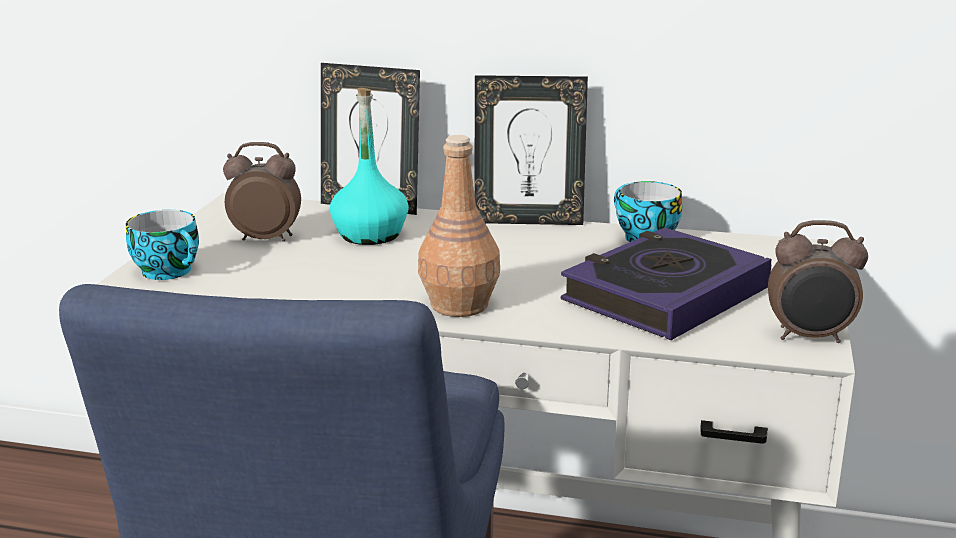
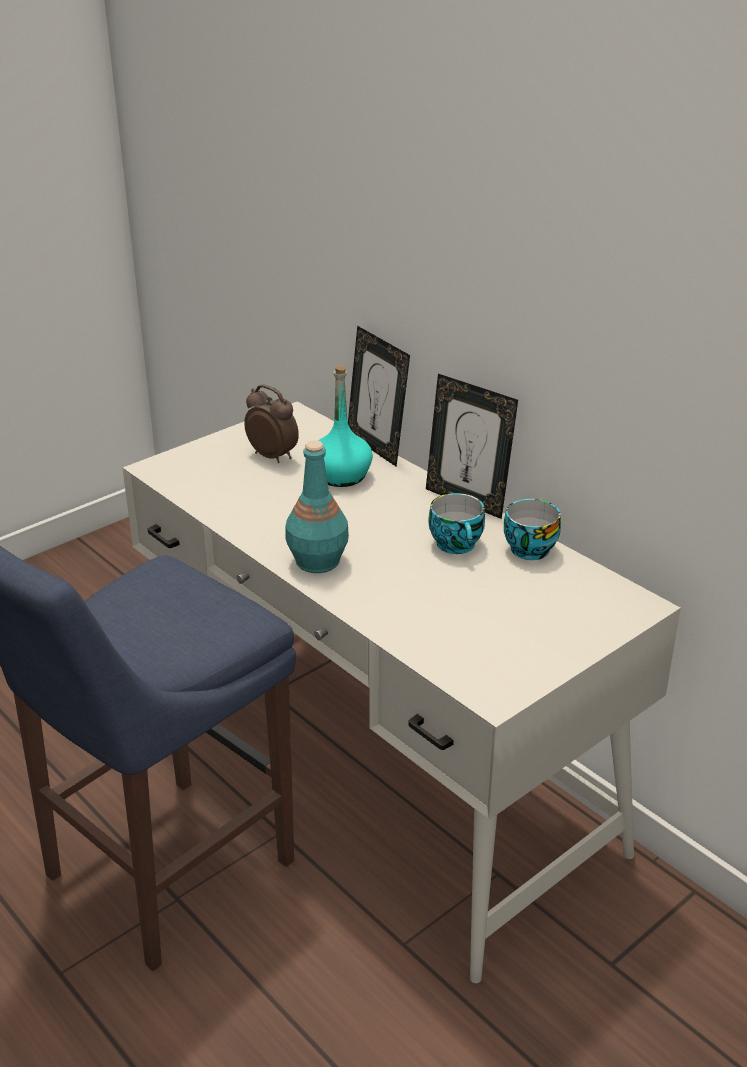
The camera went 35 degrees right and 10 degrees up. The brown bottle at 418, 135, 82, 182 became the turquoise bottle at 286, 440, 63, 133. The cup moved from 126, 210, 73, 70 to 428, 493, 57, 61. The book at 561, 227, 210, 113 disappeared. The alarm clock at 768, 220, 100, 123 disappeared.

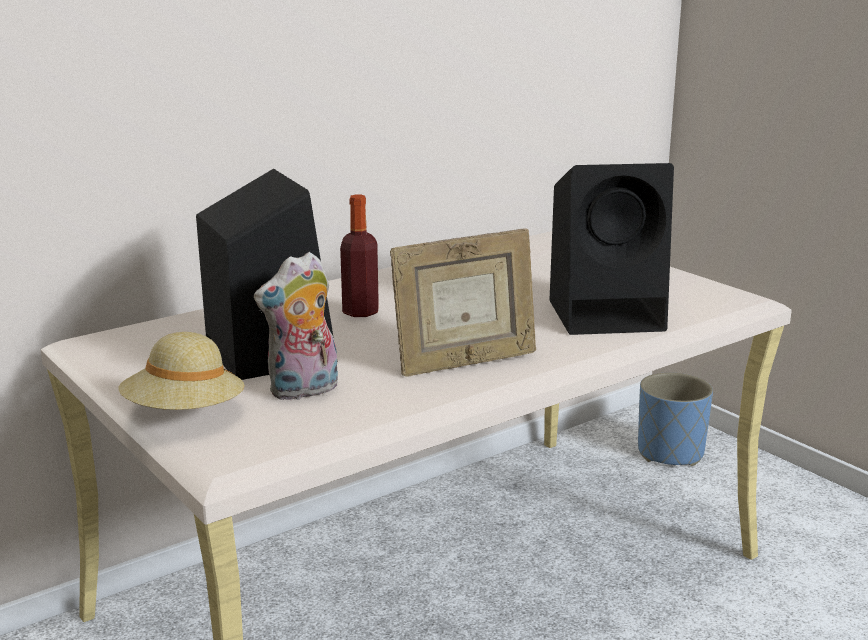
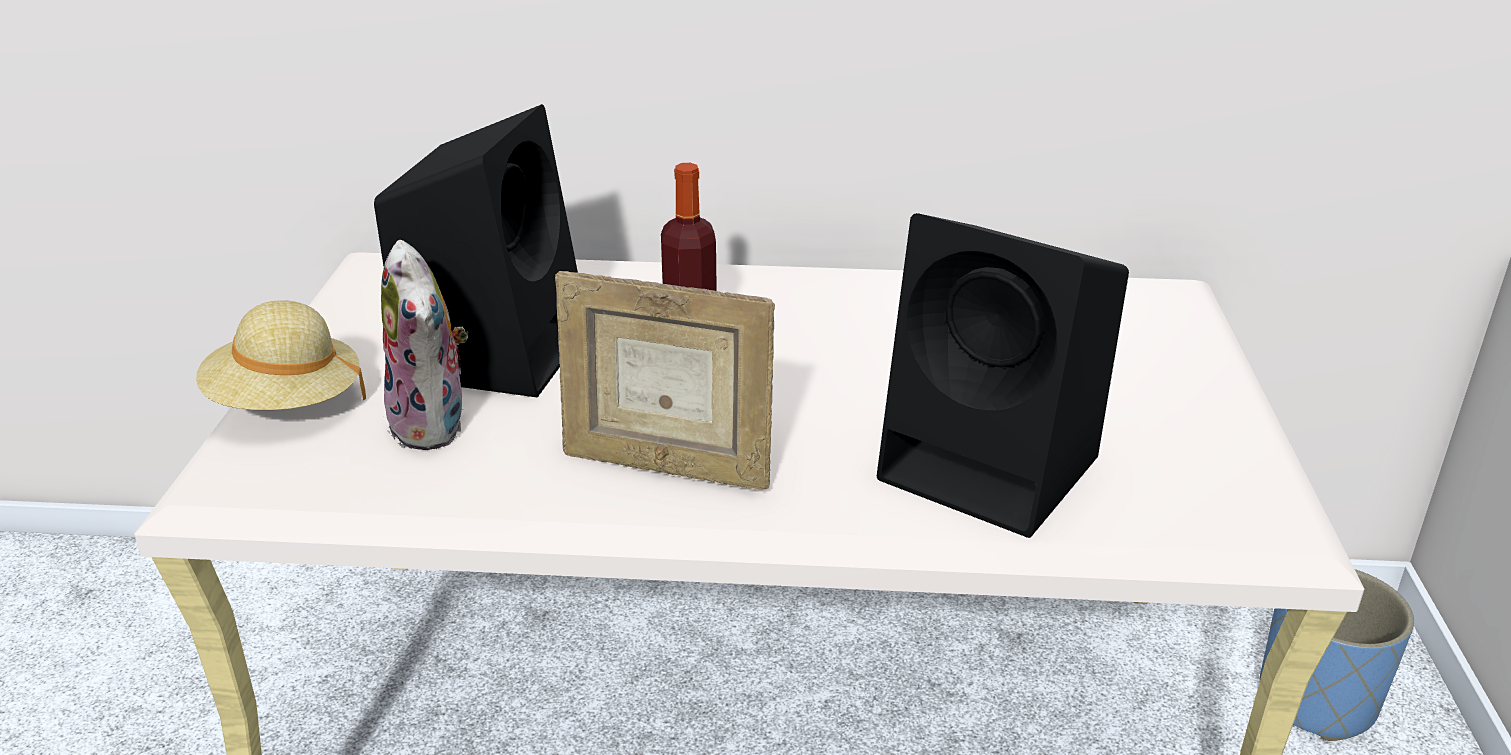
The camera went 40 degrees right and 10 degrees up. The plush toy at 254, 252, 84, 149 turned 120 degrees counterclockwise.

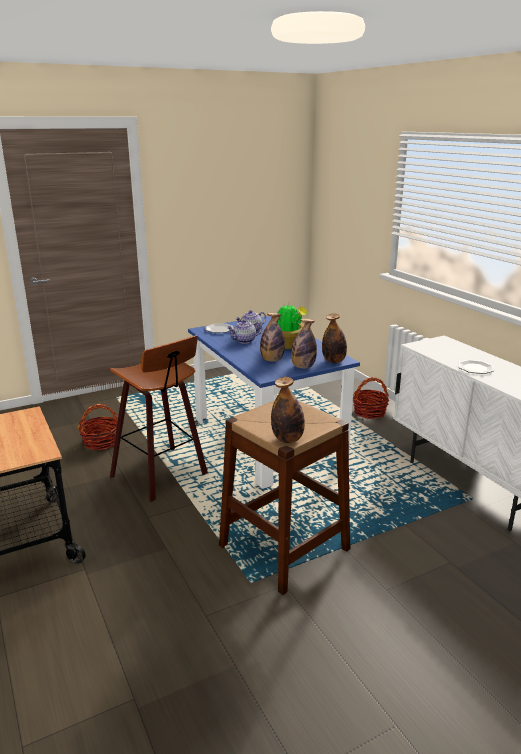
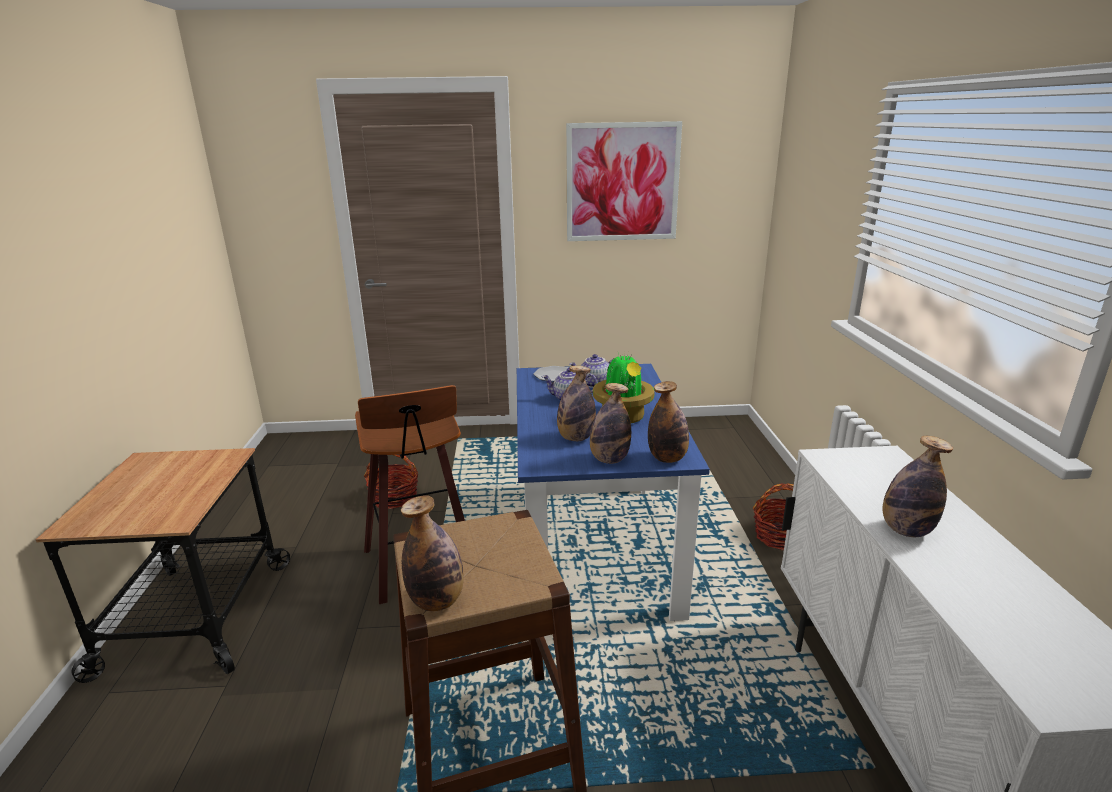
The camera went 25 degrees right and 0 degrees up. The picture at 566, 121, 116, 120 appeared. The plate at 458, 360, 36, 14 was replaced by the bottle at 882, 436, 71, 101.

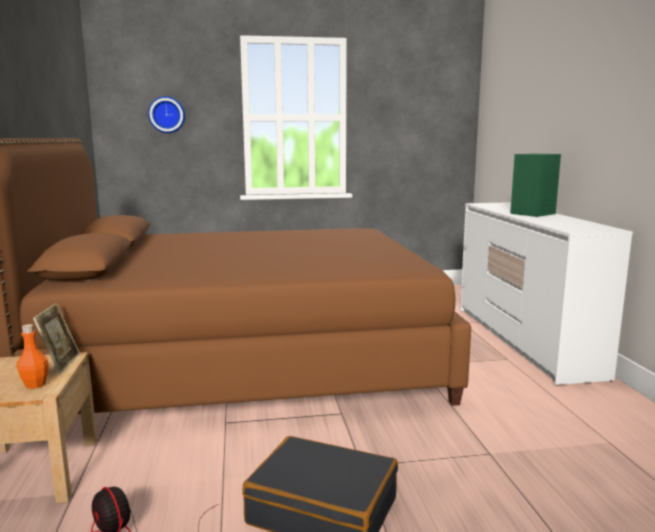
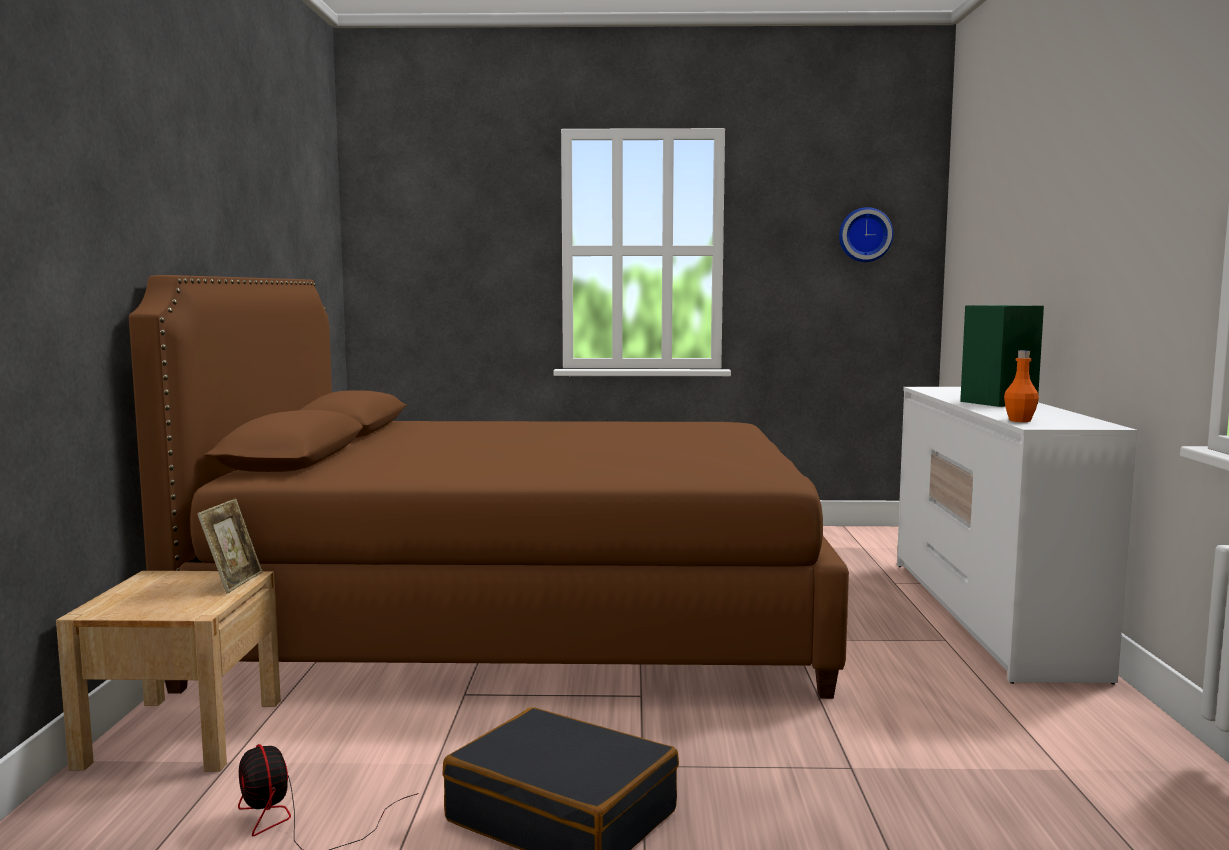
The camera went 10 degrees right and 5 degrees down. The wall clock moved from 148, 96, 37, 37 to 839, 207, 54, 55. The orange bottle moved from 17, 324, 32, 65 to 1004, 351, 35, 71.

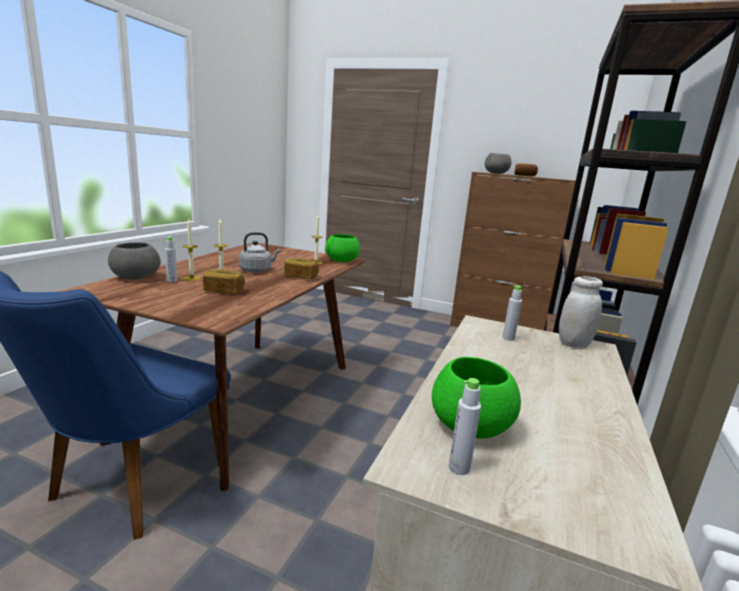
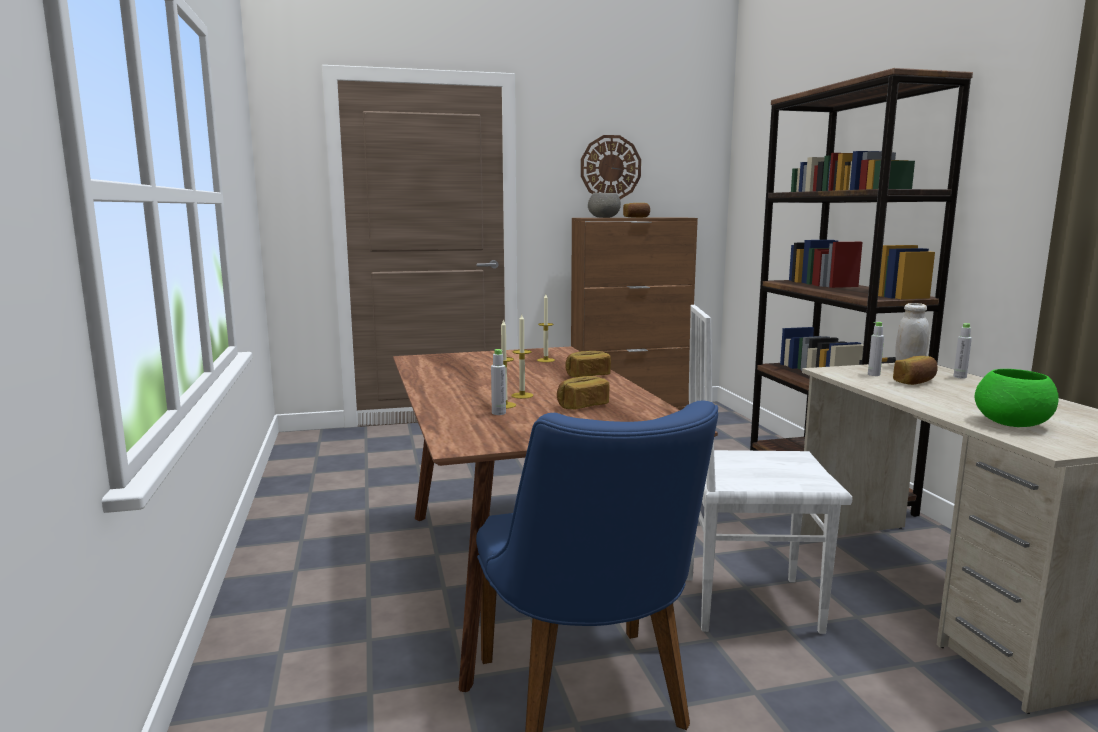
The camera went 35 degrees left and 5 degrees down. The wall clock at 581, 135, 60, 64 appeared. The white chair at 686, 305, 167, 329 appeared. The bread at 893, 356, 45, 29 appeared. The grey bottle moved from 449, 378, 32, 97 to 953, 323, 19, 56. The grey bowl at 108, 242, 53, 38 disappeared. The grey kettle at 239, 232, 41, 41 disappeared. The green bowl at 325, 234, 35, 28 disappeared.

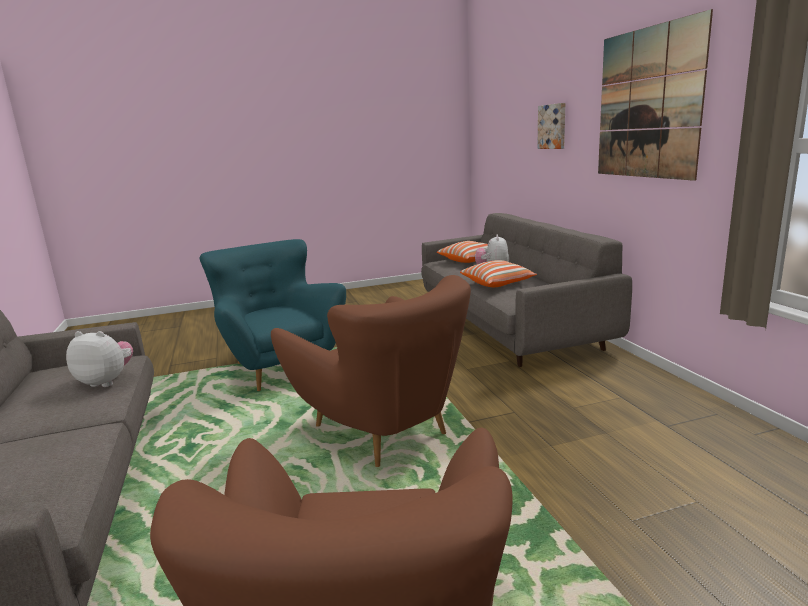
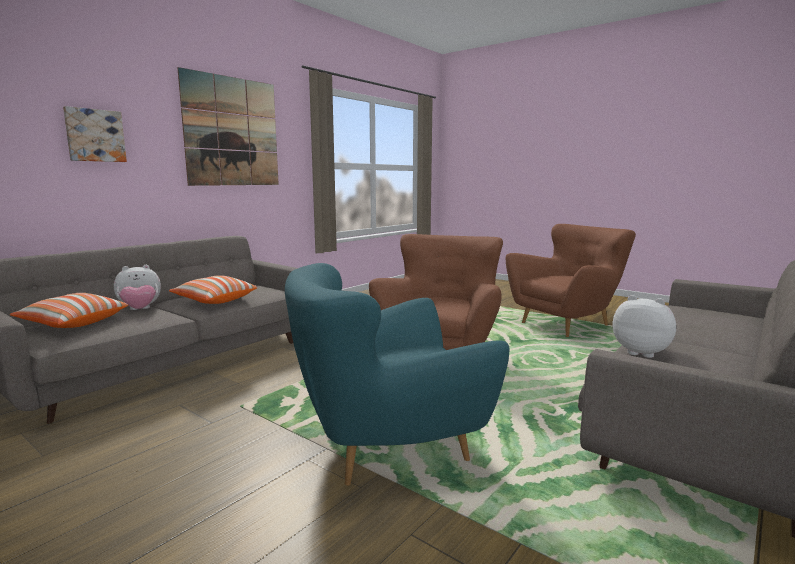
The camera went 125 degrees left and 5 degrees down. The turquoise armchair at 200, 239, 146, 152 turned 45 degrees clockwise. The plush toy at 66, 331, 67, 56 turned 150 degrees clockwise.

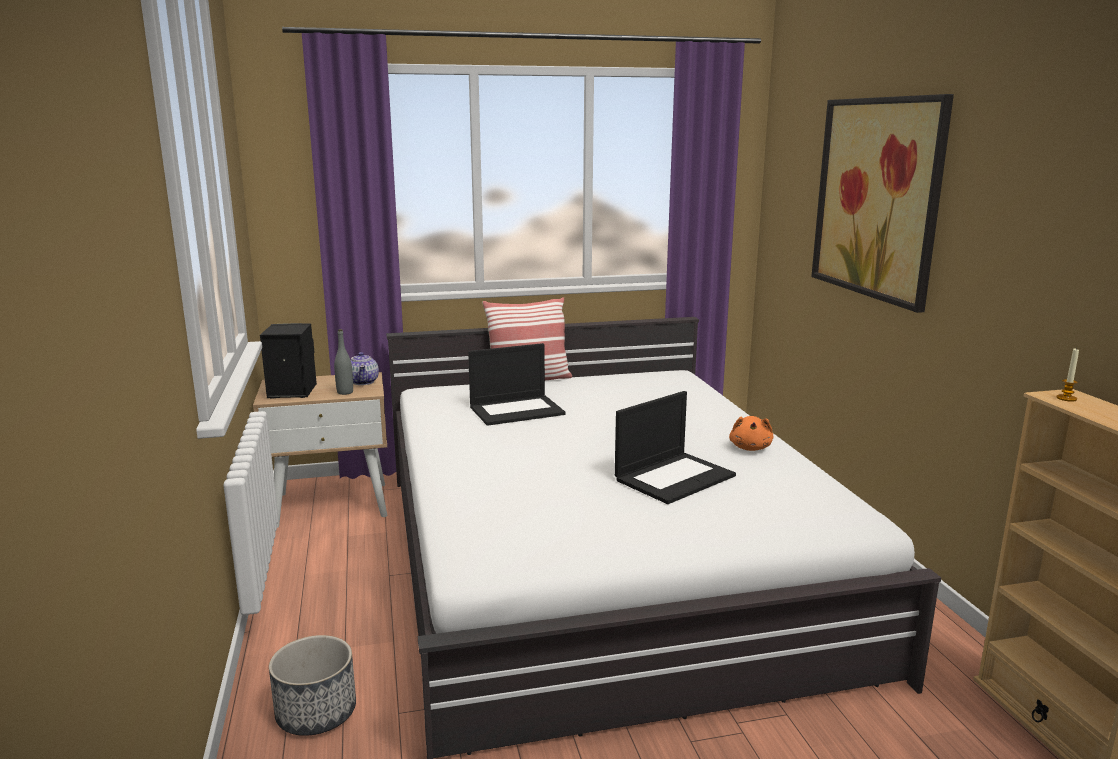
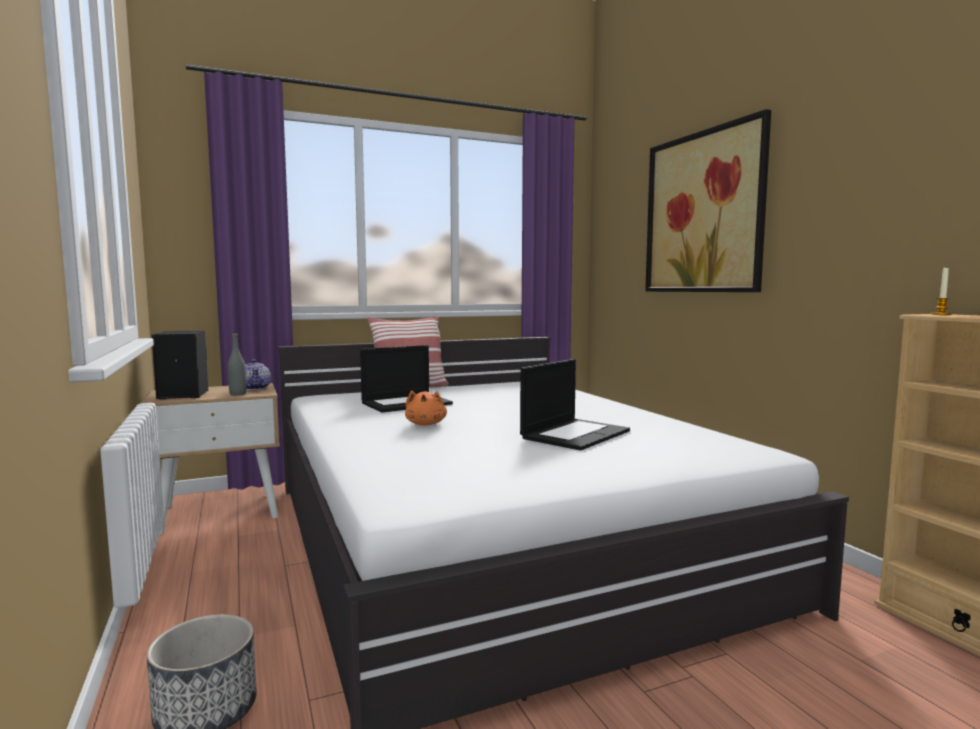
The camera went 10 degrees left and 10 degrees down. The orange plush toy moved from 729, 416, 44, 35 to 405, 391, 42, 34.

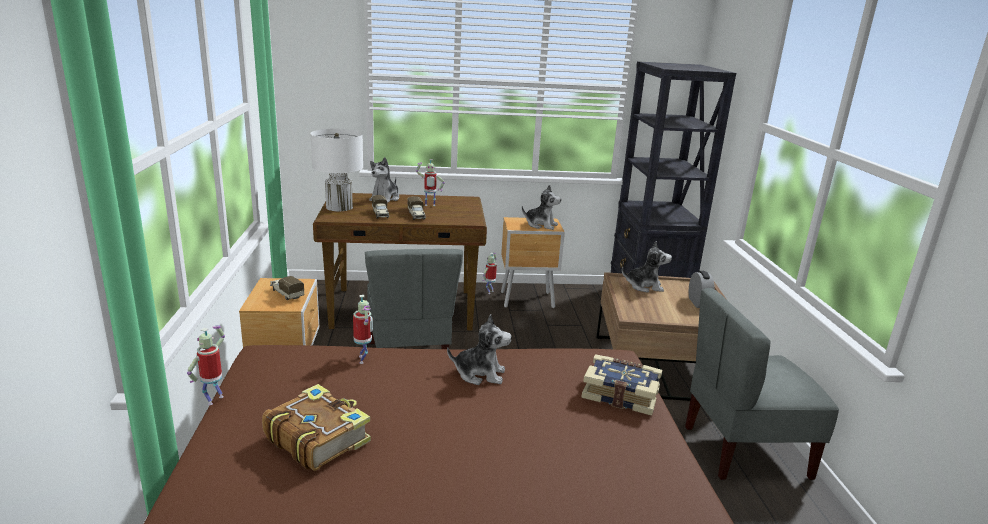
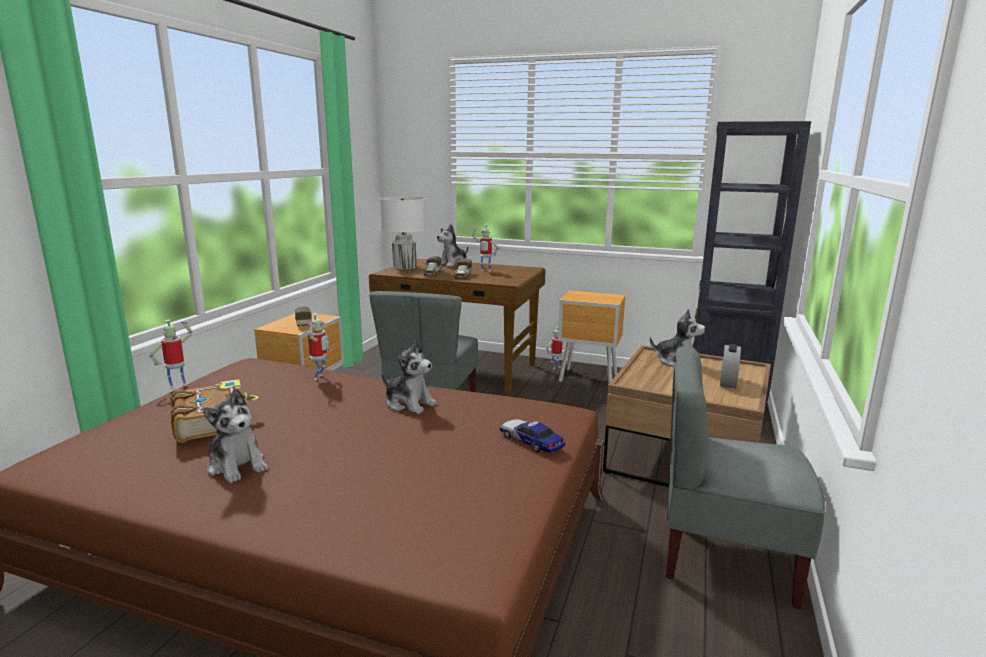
The camera went 25 degrees right and 5 degrees down. The plush toy moved from 522, 184, 39, 46 to 203, 388, 65, 95. The book at 582, 354, 80, 62 was replaced by the toy car at 499, 419, 66, 34.

